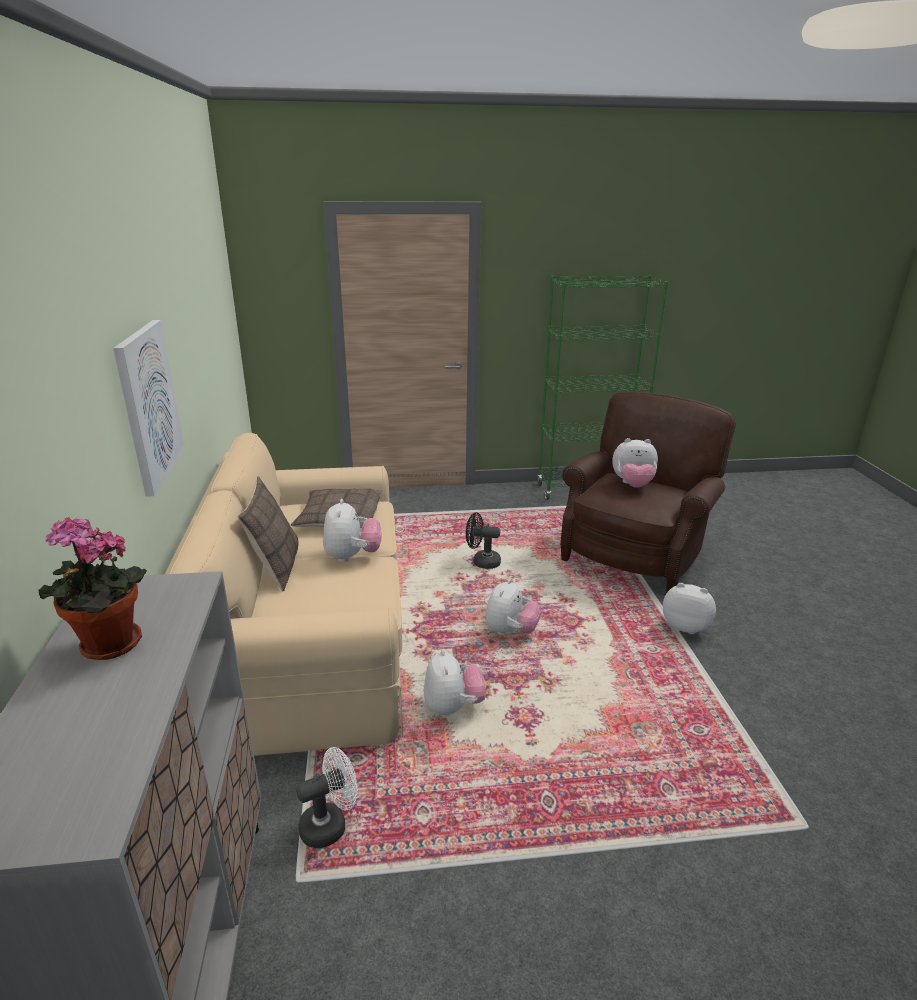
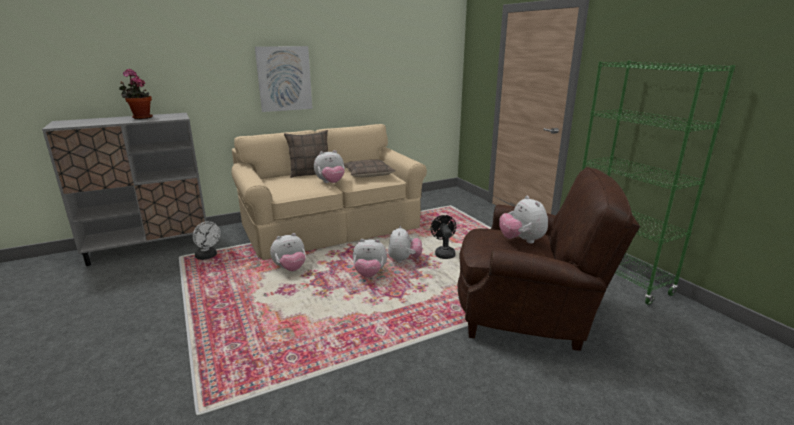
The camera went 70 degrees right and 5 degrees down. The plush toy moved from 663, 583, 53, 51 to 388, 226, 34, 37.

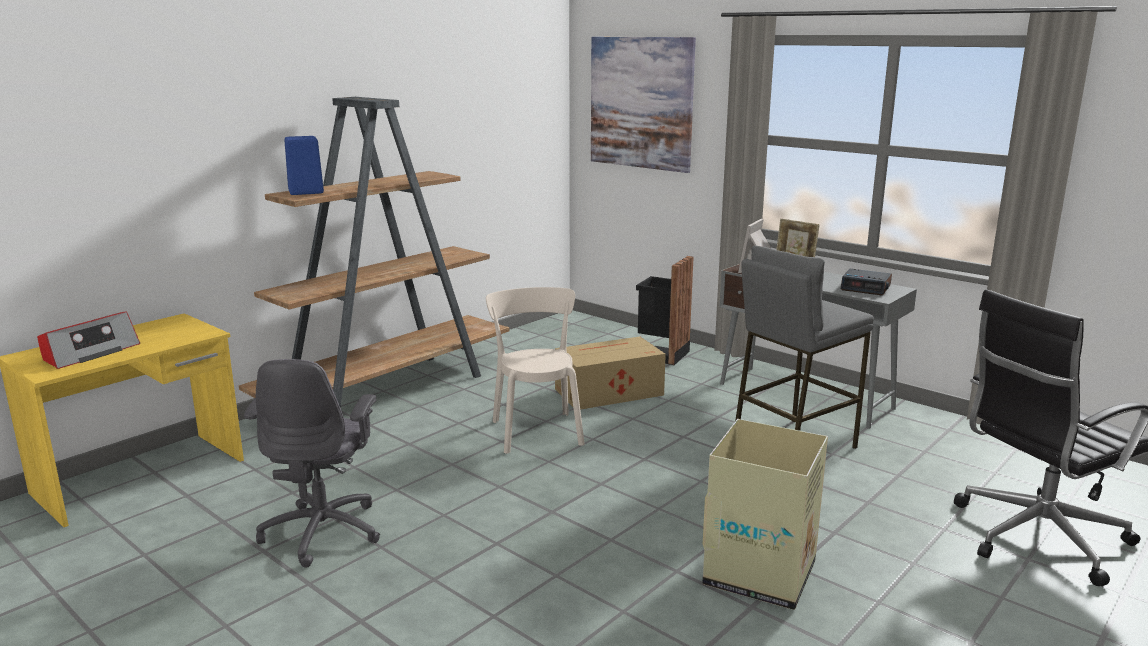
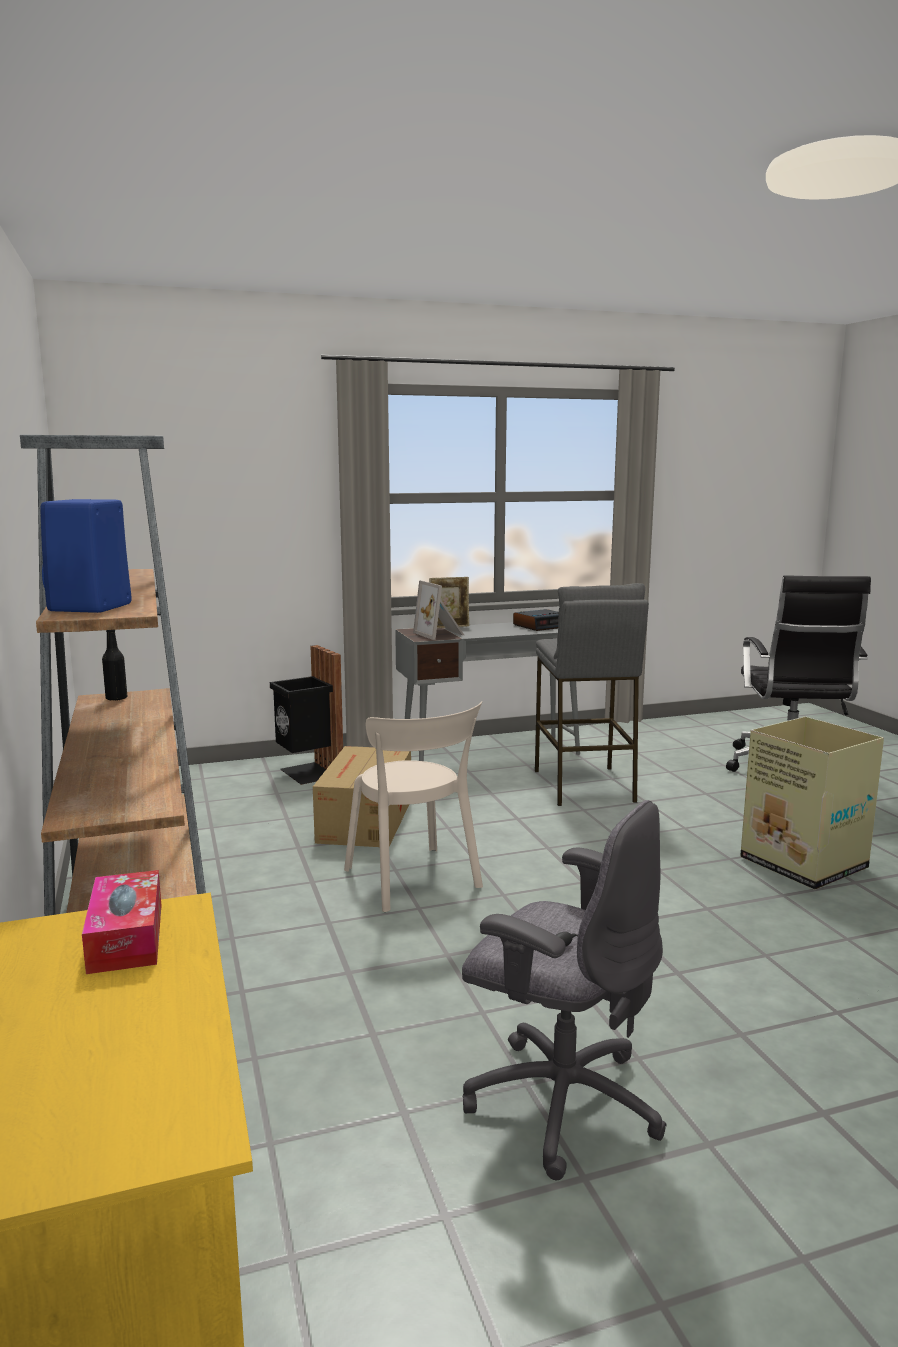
The camera went 60 degrees left and 5 degrees down. The tissue box at 82, 870, 80, 104 appeared. The black bottle at 102, 630, 25, 71 appeared. The beige chair at 486, 287, 99, 167 turned 135 degrees counterclockwise. The radio at 37, 311, 103, 58 disappeared. The picture at 591, 37, 105, 136 disappeared.

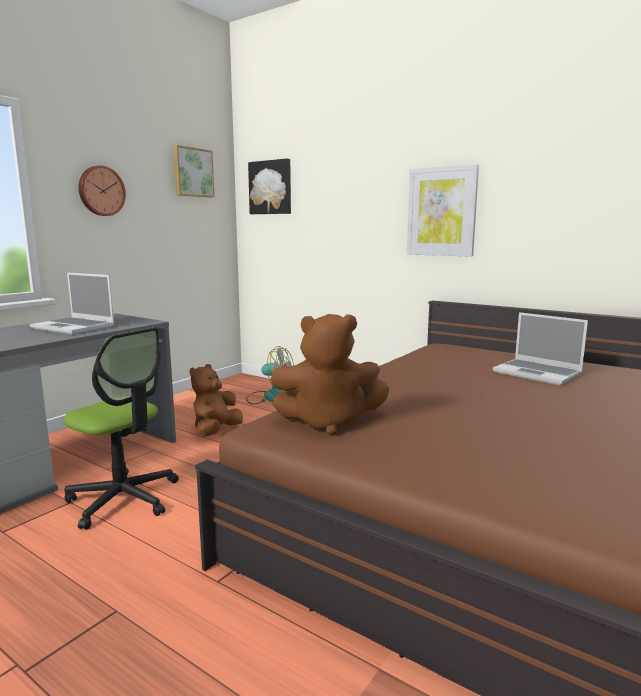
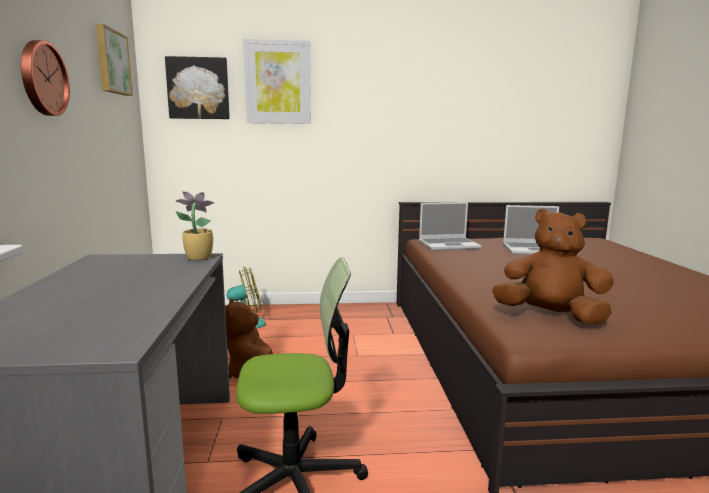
The camera went 40 degrees left and 0 degrees up. The potted plant at 175, 191, 40, 69 appeared. The picture moved from 407, 164, 72, 93 to 243, 39, 68, 85. The laptop moved from 30, 272, 85, 63 to 419, 202, 62, 49. The brown plush toy at 271, 314, 118, 121 turned 120 degrees counterclockwise.

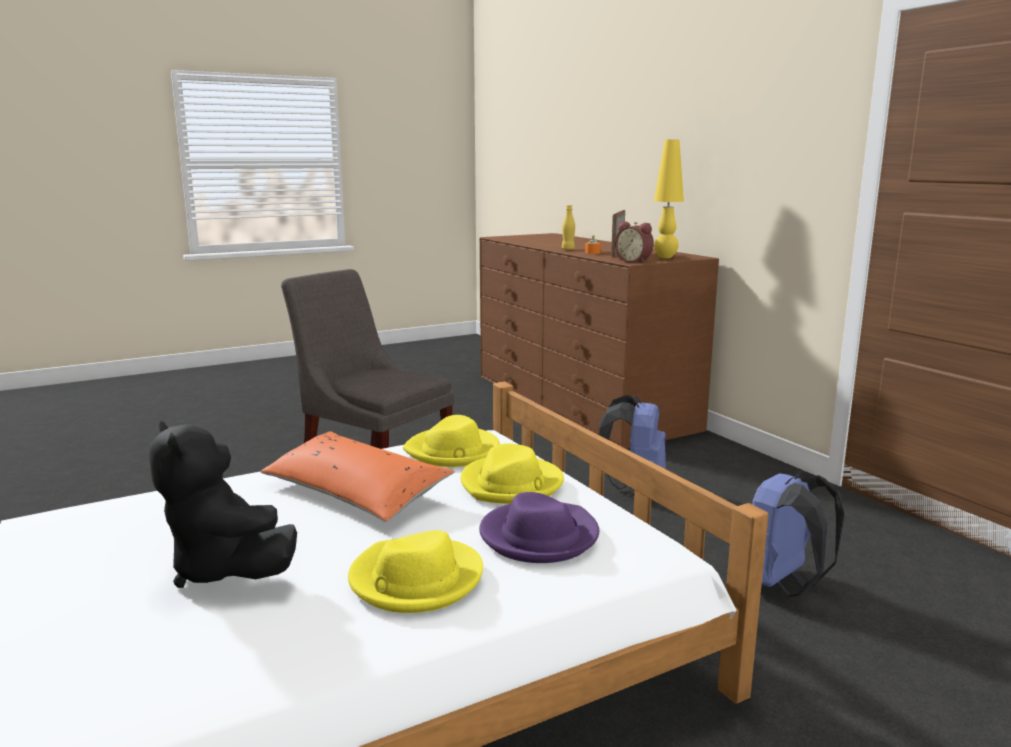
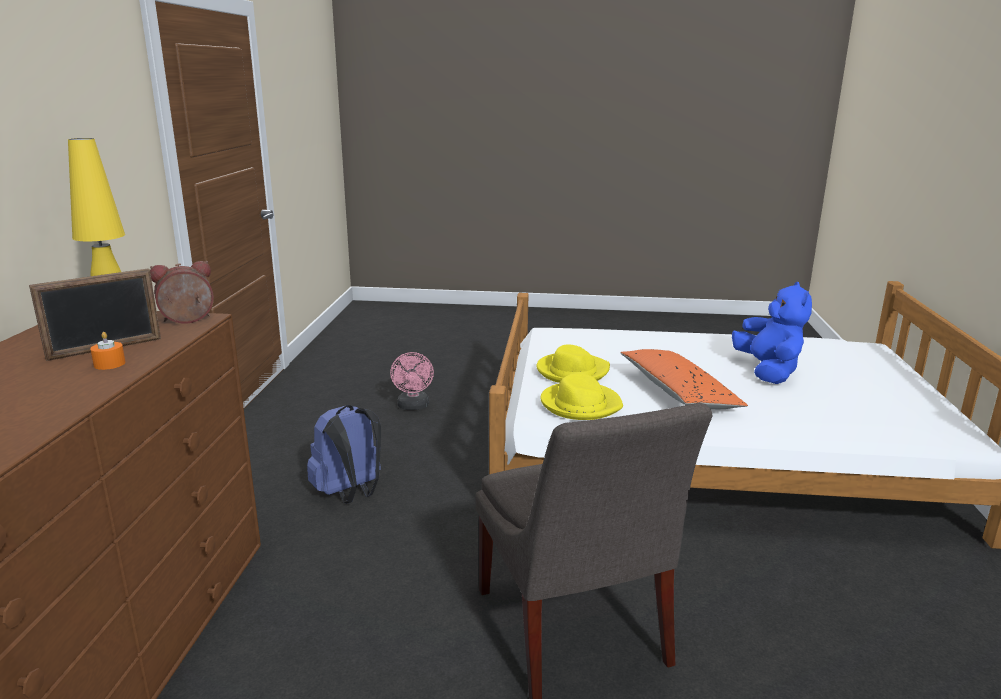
The camera went 145 degrees left and 5 degrees up. The alarm clock at 615, 221, 39, 42 turned 105 degrees counterclockwise. The blue backpack at 752, 472, 93, 125 was replaced by the pink fan at 390, 352, 44, 58. The black plush toy at 149, 420, 148, 168 became the blue plush toy at 732, 282, 80, 102. The yellow hat at 348, 530, 135, 83 disappeared. The purple hat at 479, 492, 120, 71 disappeared. The yellow bottle at 562, 205, 13, 45 disappeared.

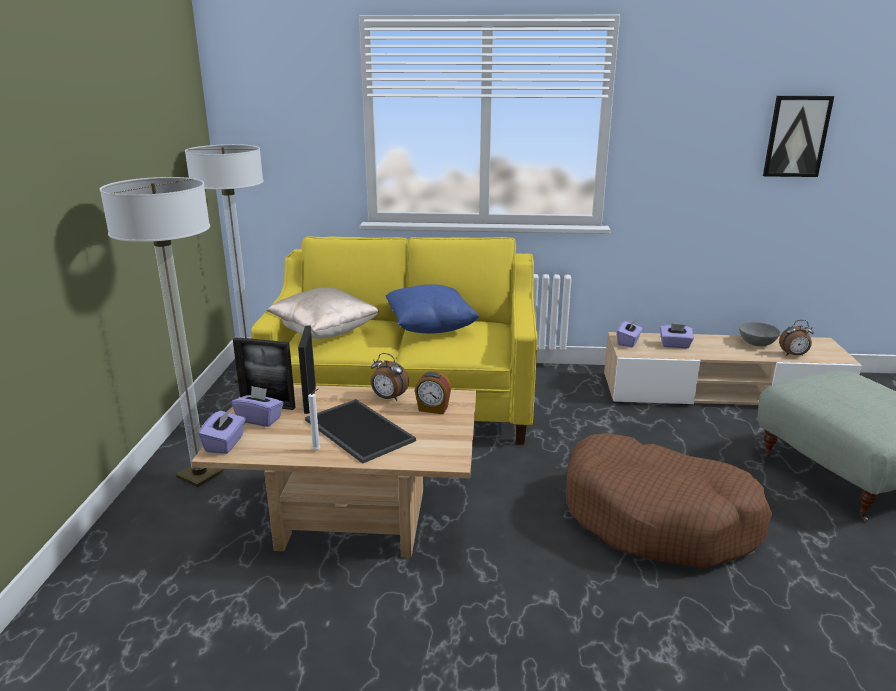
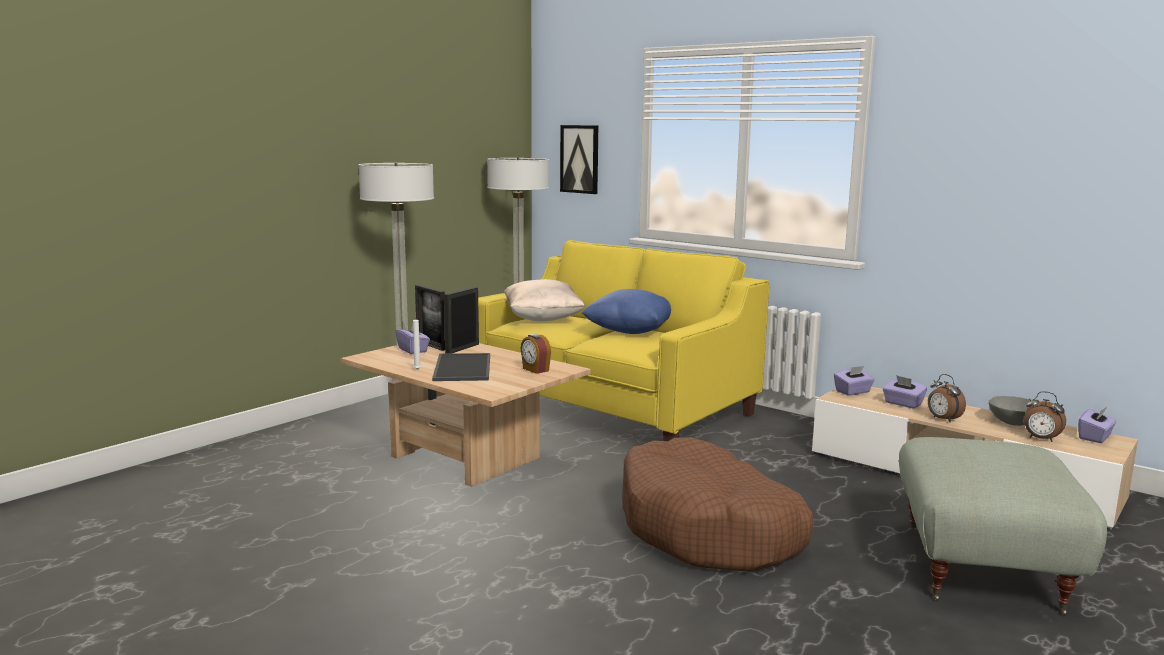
The camera went 35 degrees right and 10 degrees down. The picture moved from 763, 96, 71, 81 to 560, 125, 38, 69. The alarm clock moved from 371, 353, 38, 48 to 928, 374, 38, 48. The purple tissue box moved from 198, 409, 48, 45 to 1078, 407, 39, 36.

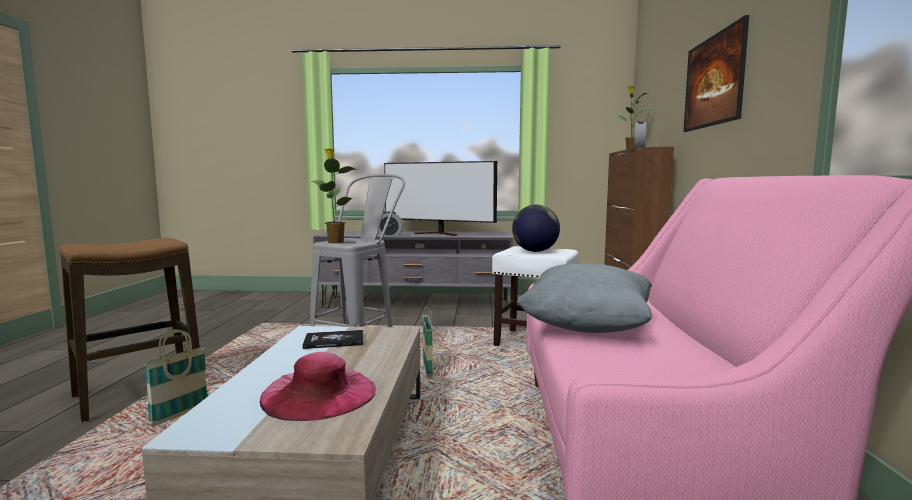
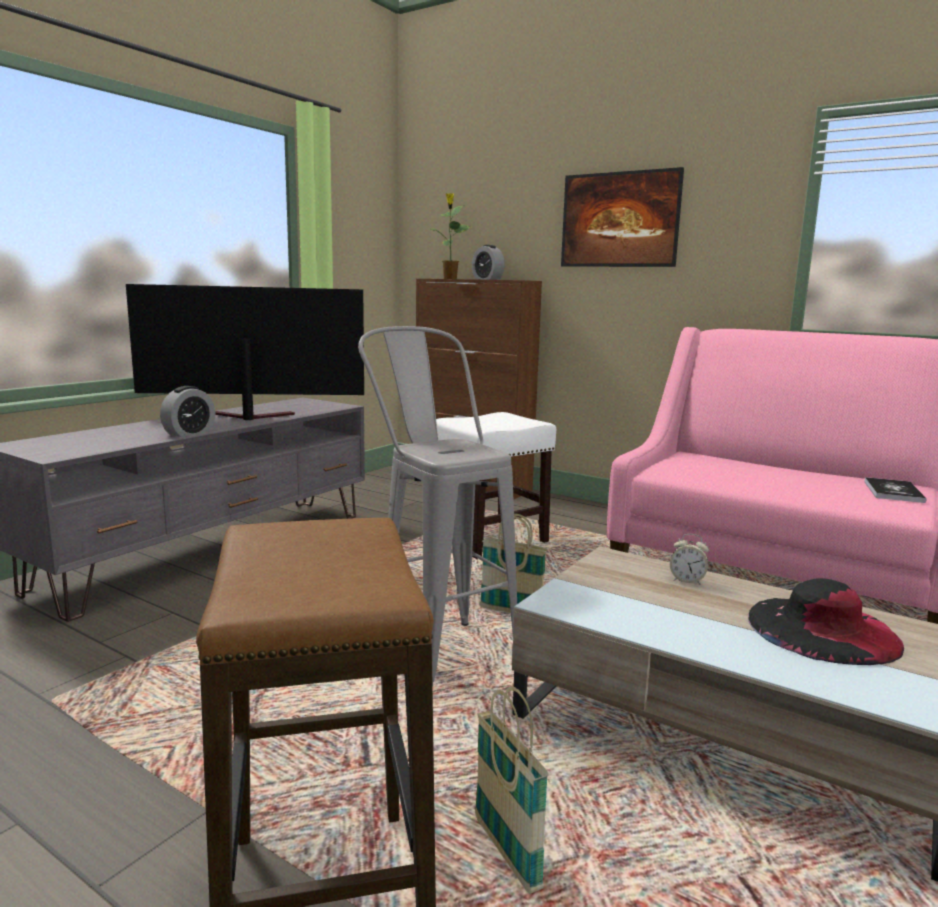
The camera went 60 degrees left and 5 degrees up. The television at 384, 161, 113, 75 turned 150 degrees counterclockwise. The alarm clock at 670, 534, 39, 51 appeared. The pink hat at 260, 352, 116, 69 became the black hat at 748, 578, 156, 87. The book moved from 303, 330, 60, 19 to 864, 477, 62, 26. The potted plant at 310, 148, 47, 95 disappeared. The globe at 512, 205, 48, 47 disappeared. The grey pillow at 516, 263, 136, 70 disappeared.

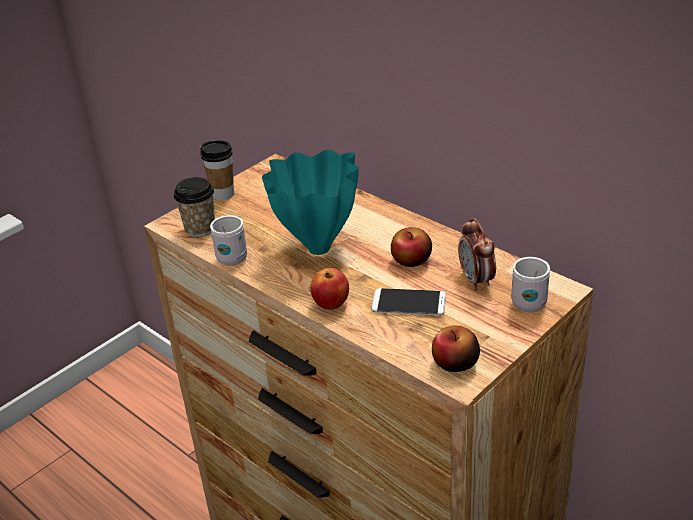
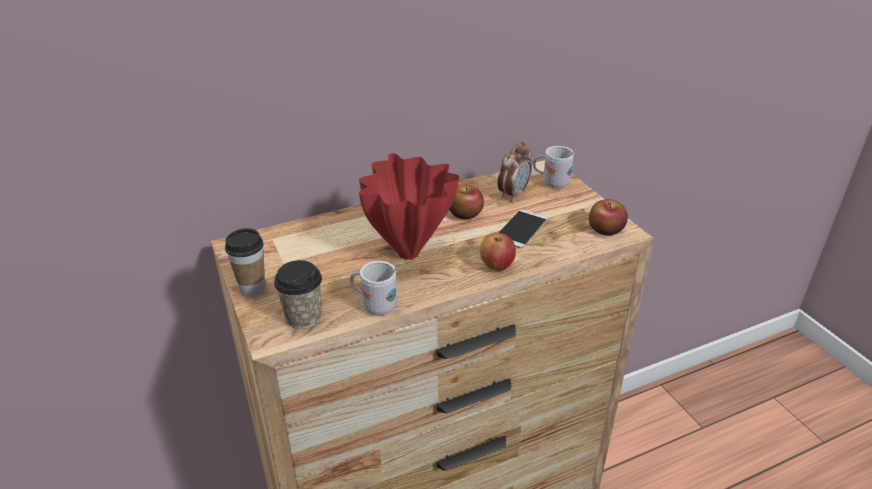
The camera went 70 degrees left and 0 degrees up. The turquoise vase at 262, 150, 97, 105 became the red vase at 359, 153, 100, 107. The alarm clock at 458, 218, 38, 73 turned 60 degrees counterclockwise.

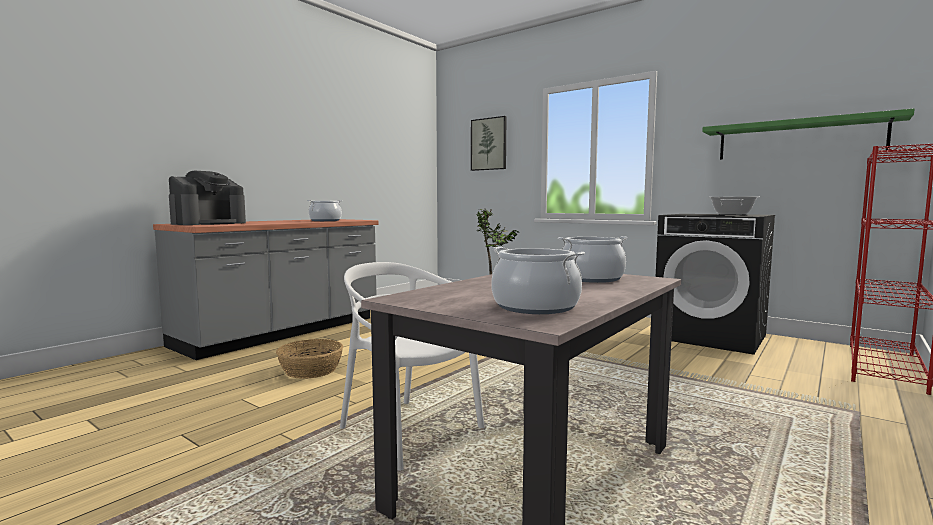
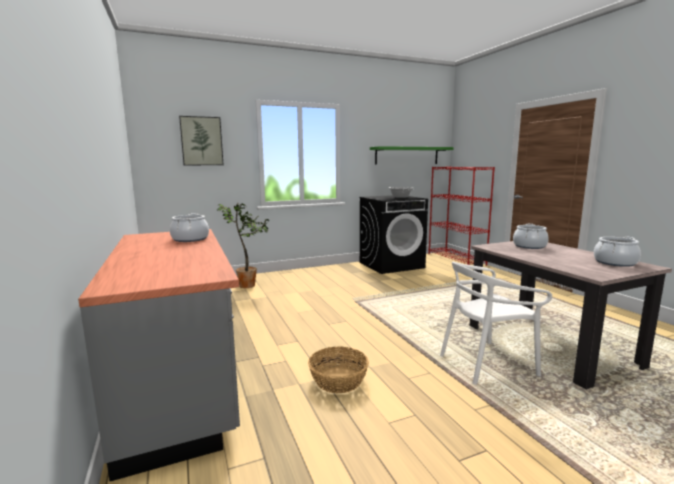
The camera went 60 degrees left and 5 degrees up. The coffee machine at 169, 170, 77, 55 disappeared.

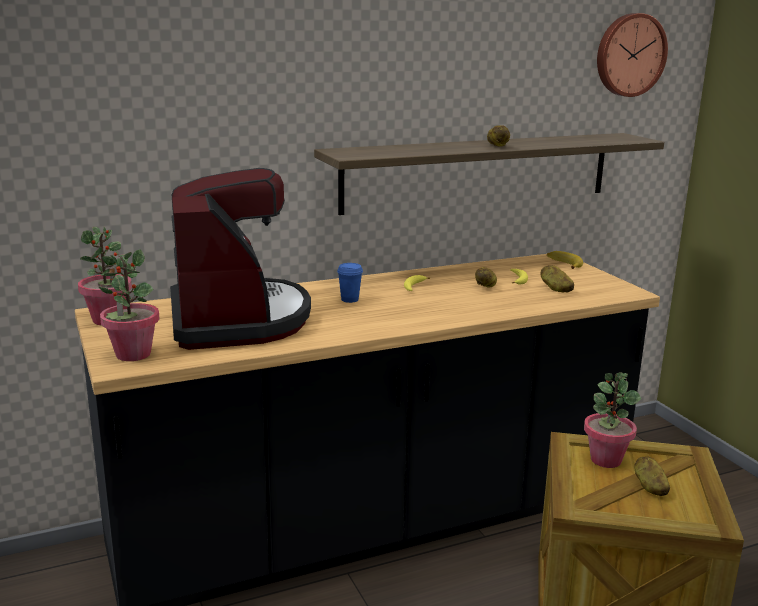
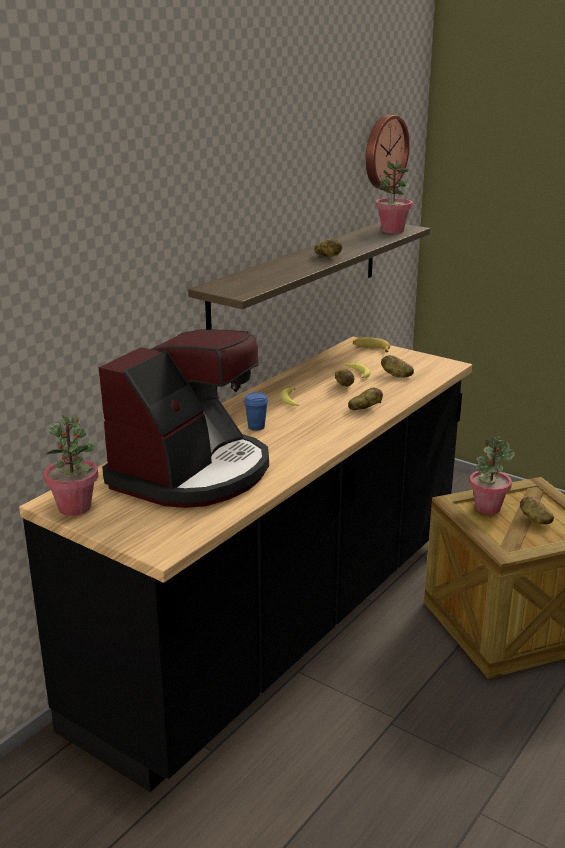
The camera went 30 degrees left and 5 degrees up. The coffee machine at 170, 168, 141, 182 turned 75 degrees clockwise. The potato at 348, 388, 35, 22 appeared. The potted plant moved from 99, 249, 61, 112 to 376, 159, 37, 75.

